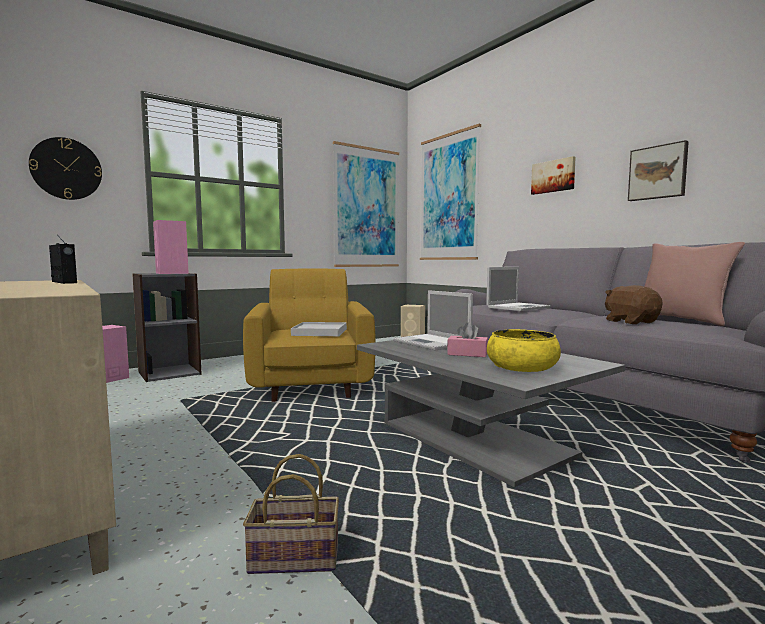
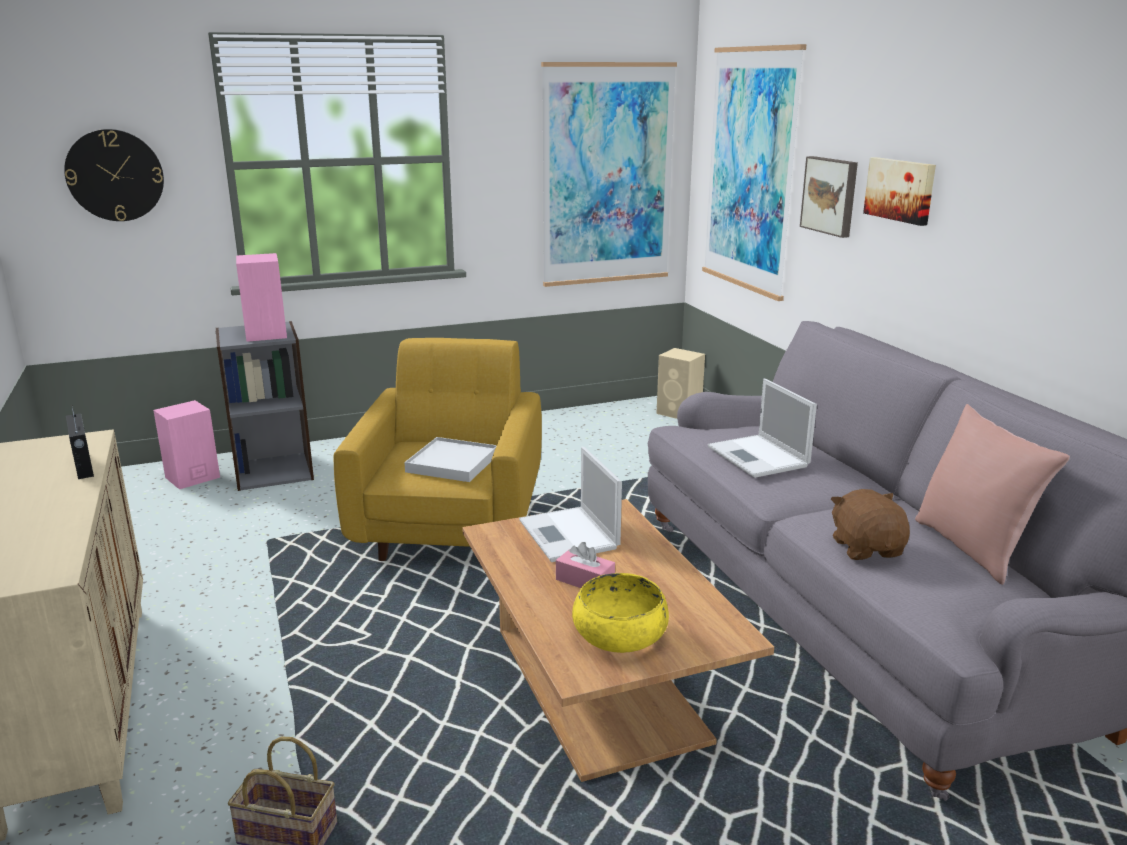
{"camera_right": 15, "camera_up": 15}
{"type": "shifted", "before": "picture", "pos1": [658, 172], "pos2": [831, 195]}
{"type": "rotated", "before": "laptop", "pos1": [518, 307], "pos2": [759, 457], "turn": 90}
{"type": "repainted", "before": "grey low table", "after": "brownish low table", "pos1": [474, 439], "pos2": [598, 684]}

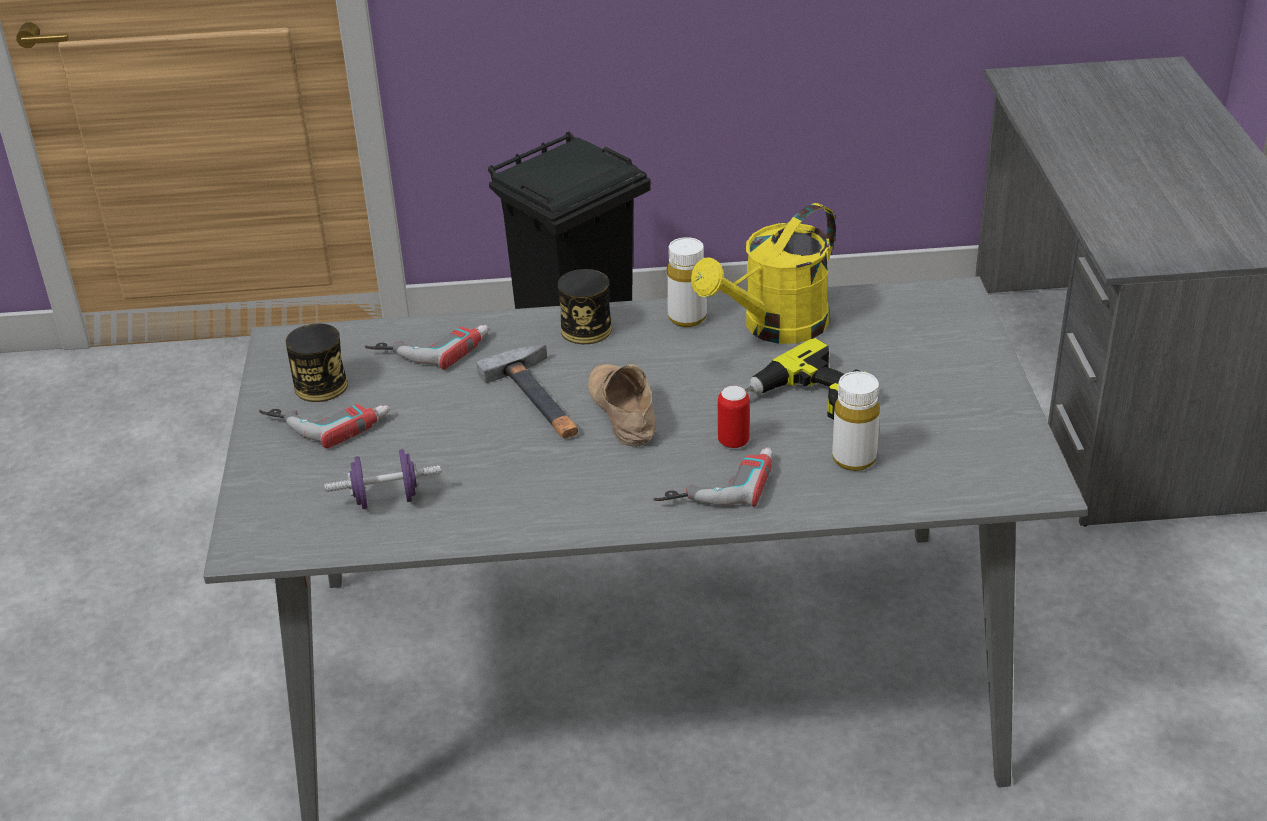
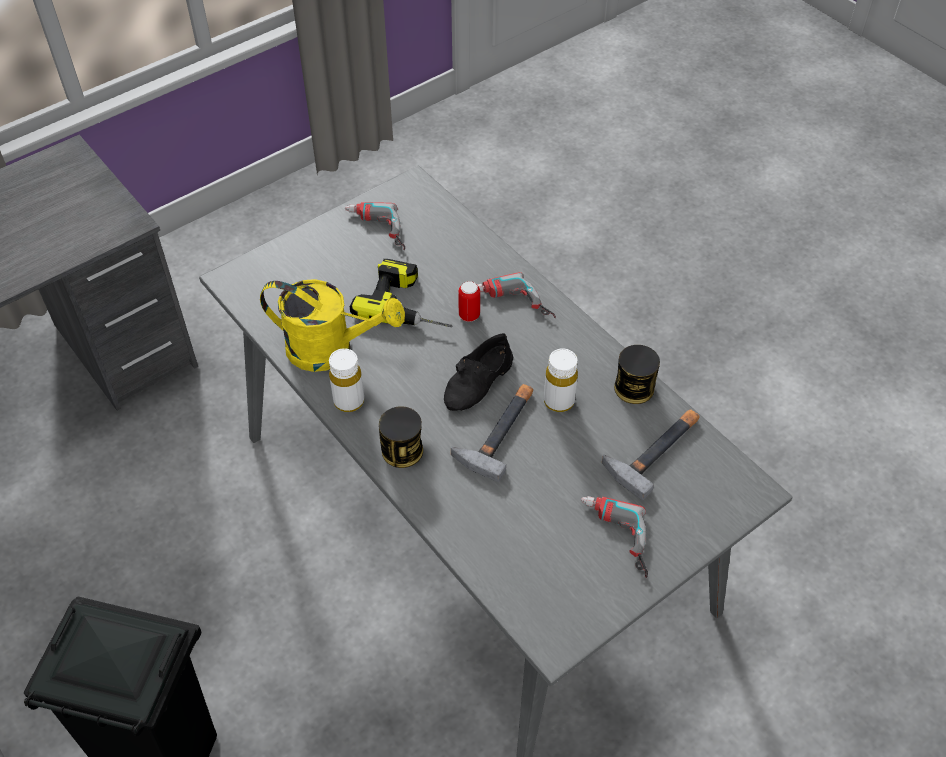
{"camera_right": -125, "camera_up": 15}
{"type": "shifted", "before": "can", "pos1": [321, 386], "pos2": [634, 388]}
{"type": "shifted", "before": "drill", "pos1": [430, 345], "pos2": [375, 231]}
{"type": "repainted", "before": "beige item of footwear", "after": "blackish item of footwear", "pos1": [620, 411], "pos2": [479, 382]}
{"type": "shifted", "before": "white bottle", "pos1": [854, 459], "pos2": [559, 401]}
{"type": "swapped", "before": "purplish free weight", "after": "hand hammer", "pos1": [386, 499], "pos2": [655, 449]}

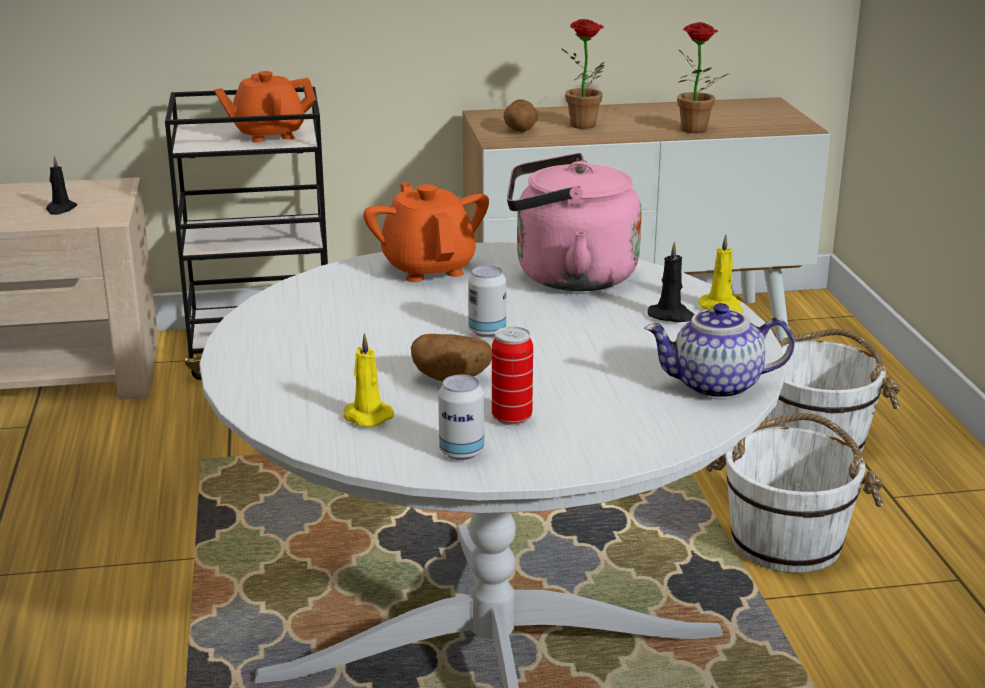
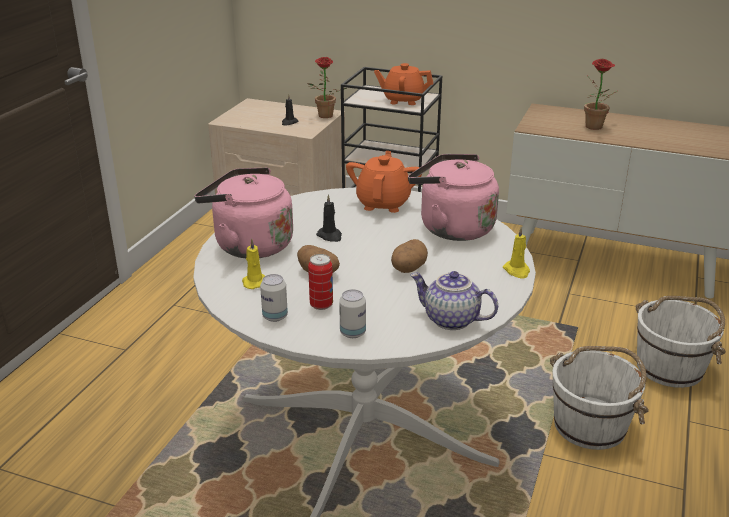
{"camera_right": 30, "camera_up": 5}
{"type": "shifted", "before": "plant in a pot", "pos1": [696, 131], "pos2": [324, 117]}
{"type": "shifted", "before": "spud", "pos1": [520, 130], "pos2": [408, 269]}
{"type": "shifted", "before": "blackish wax candle", "pos1": [672, 316], "pos2": [330, 236]}
{"type": "shifted", "before": "can", "pos1": [487, 331], "pos2": [352, 333]}
{"type": "new", "after": "pinkish kettle", "pos2": [249, 245]}

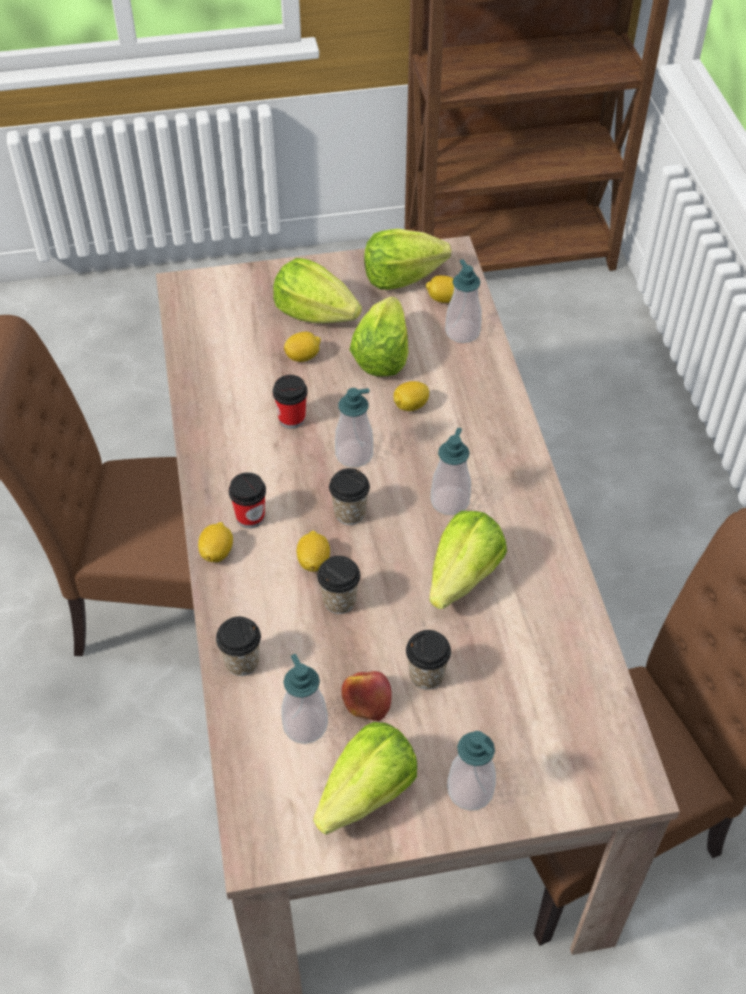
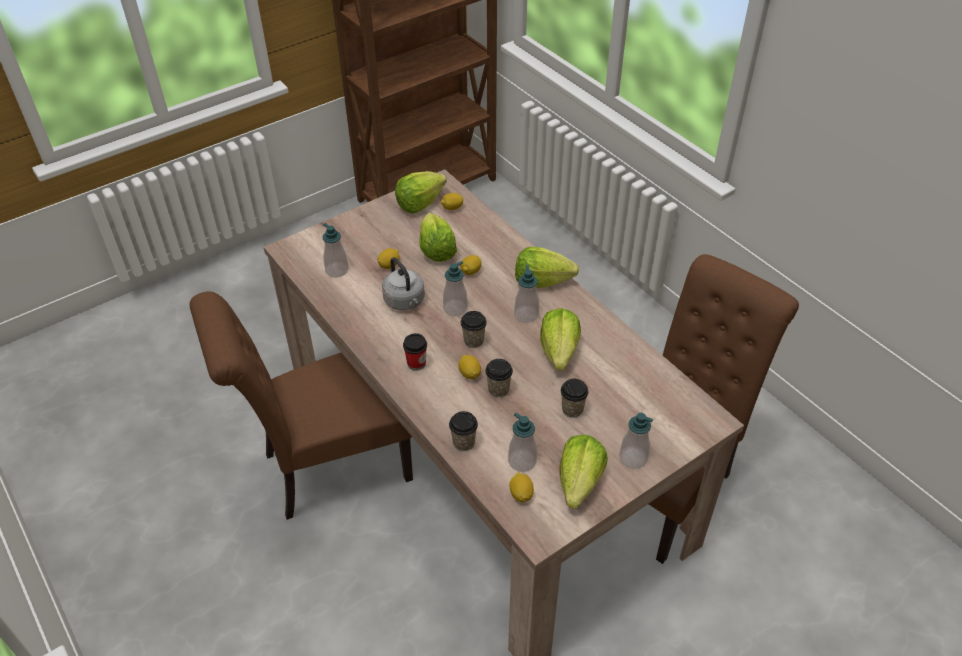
{"camera_right": -25, "camera_up": -5}
{"type": "shifted", "before": "lettuce head", "pos1": [315, 314], "pos2": [542, 281]}
{"type": "shifted", "before": "soap bottle", "pos1": [462, 332], "pos2": [337, 270]}
{"type": "swapped", "before": "drinking cup", "after": "grey kettle", "pos1": [292, 419], "pos2": [405, 301]}
{"type": "shifted", "before": "citrus fruit", "pos1": [217, 552], "pos2": [521, 494]}
{"type": "gone", "before": "whole apple", "pos1": [366, 700]}

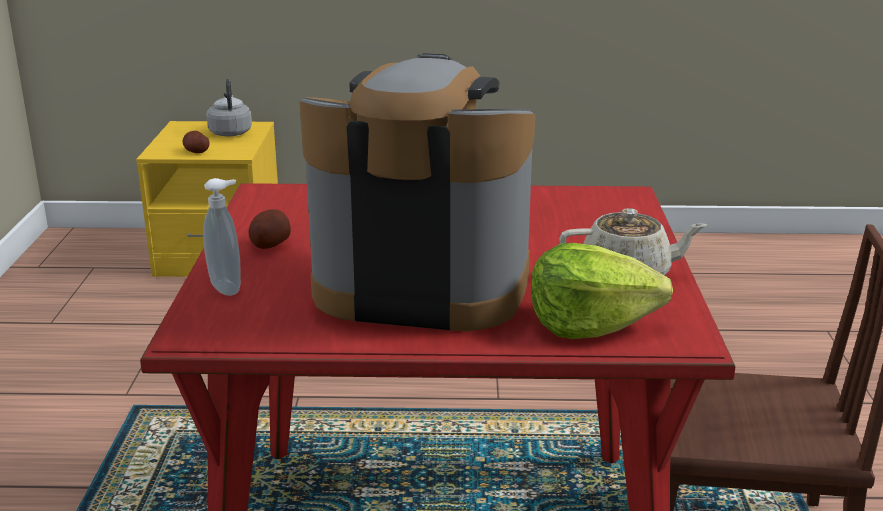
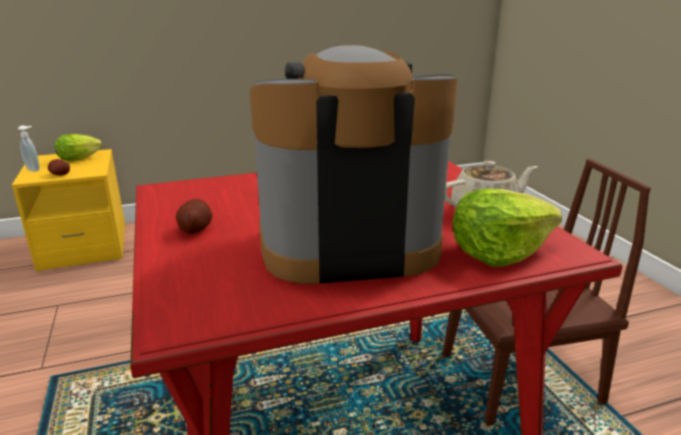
{"camera_right": -20, "camera_up": 0}
{"type": "swapped", "before": "grey kettle", "after": "lettuce head", "pos1": [230, 132], "pos2": [81, 159]}
{"type": "shifted", "before": "soap bottle", "pos1": [228, 287], "pos2": [34, 169]}

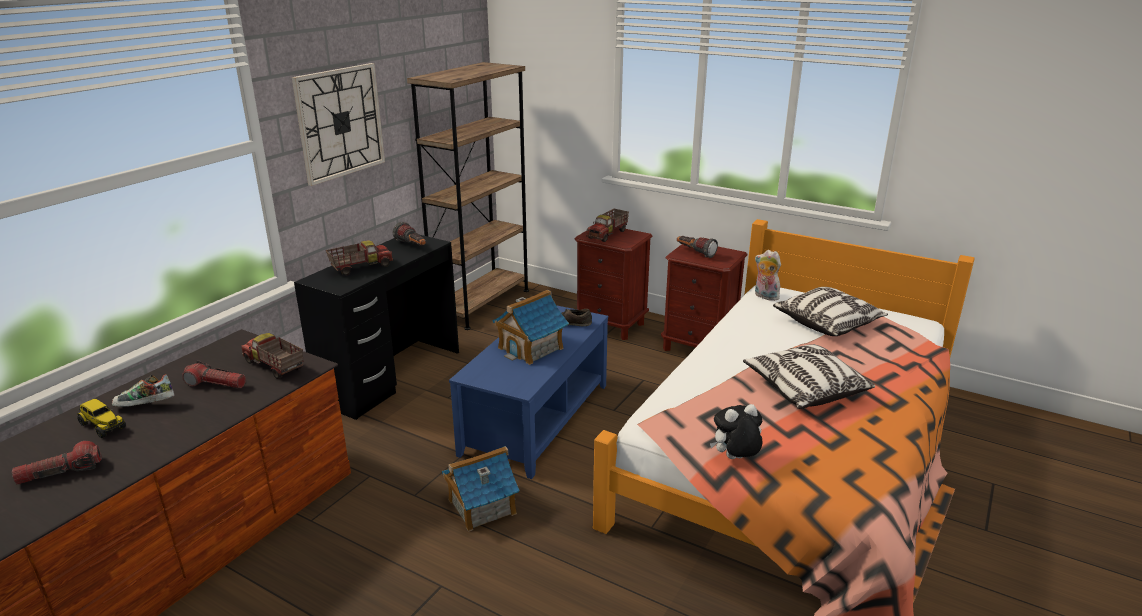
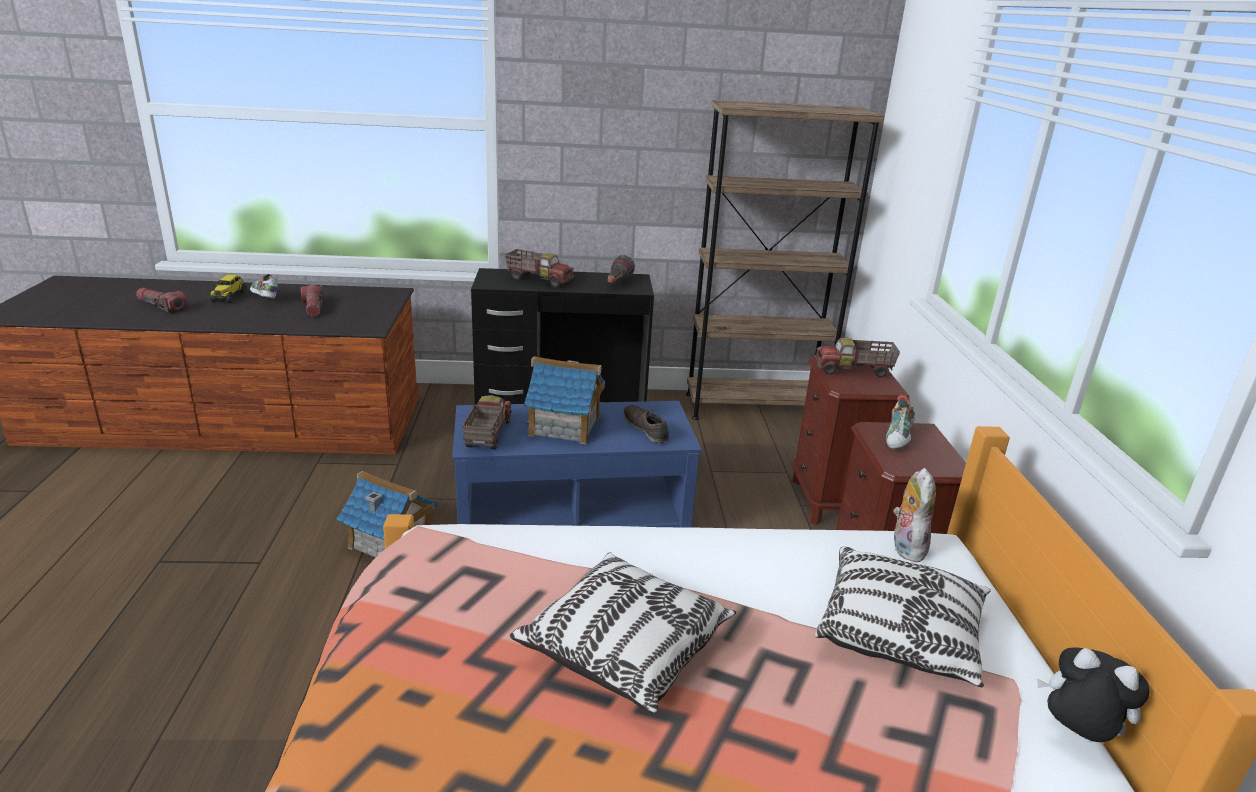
{"camera_right": 55, "camera_up": 0}
{"type": "gone", "before": "hanging clock", "pos1": [340, 122]}
{"type": "swapped", "before": "flashlight", "after": "item of footwear", "pos1": [694, 253], "pos2": [899, 439]}
{"type": "shifted", "before": "toy truck", "pos1": [274, 366], "pos2": [487, 435]}
{"type": "shifted", "before": "soft toy", "pos1": [735, 459], "pos2": [1076, 734]}

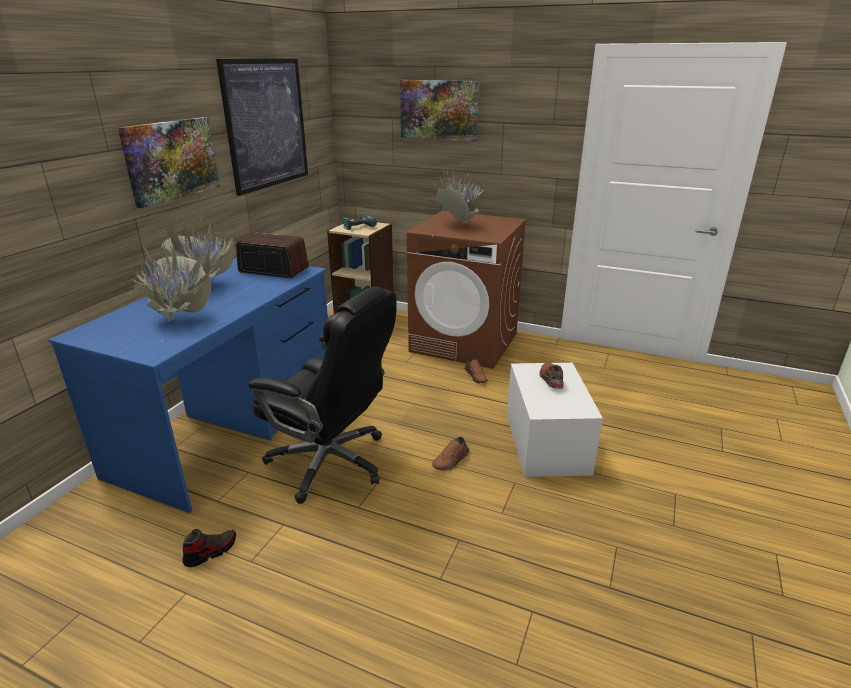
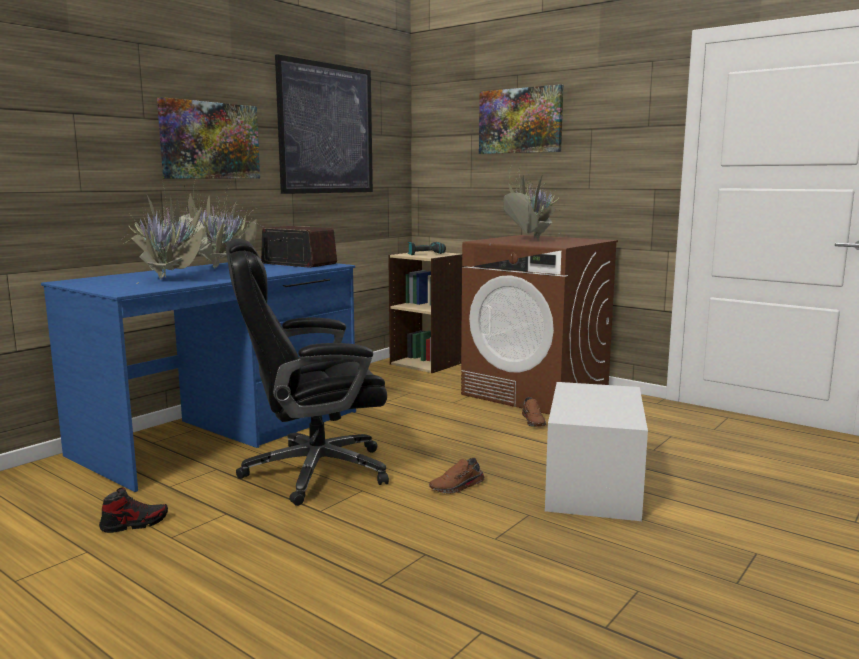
{"camera_right": 15, "camera_up": -15}
{"type": "rotated", "before": "blackish computer chair", "pos1": [331, 462], "pos2": [312, 472], "turn": 120}
{"type": "gone", "before": "brownish item of footwear", "pos1": [550, 379]}

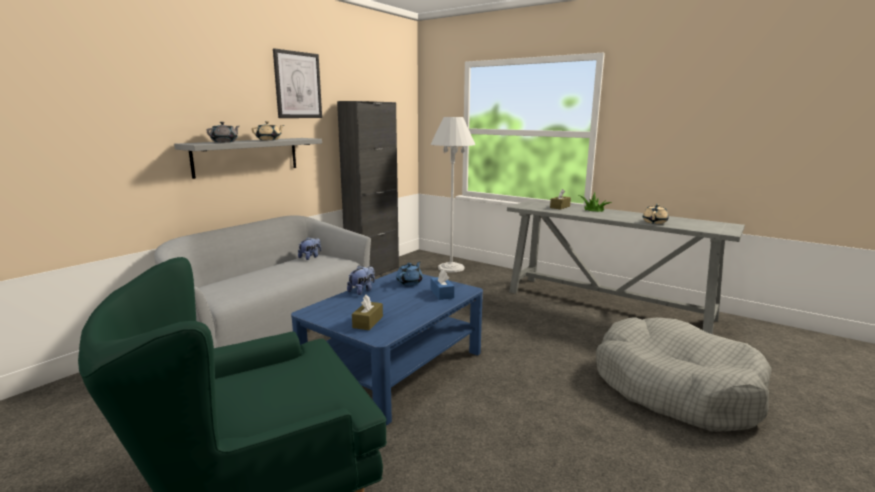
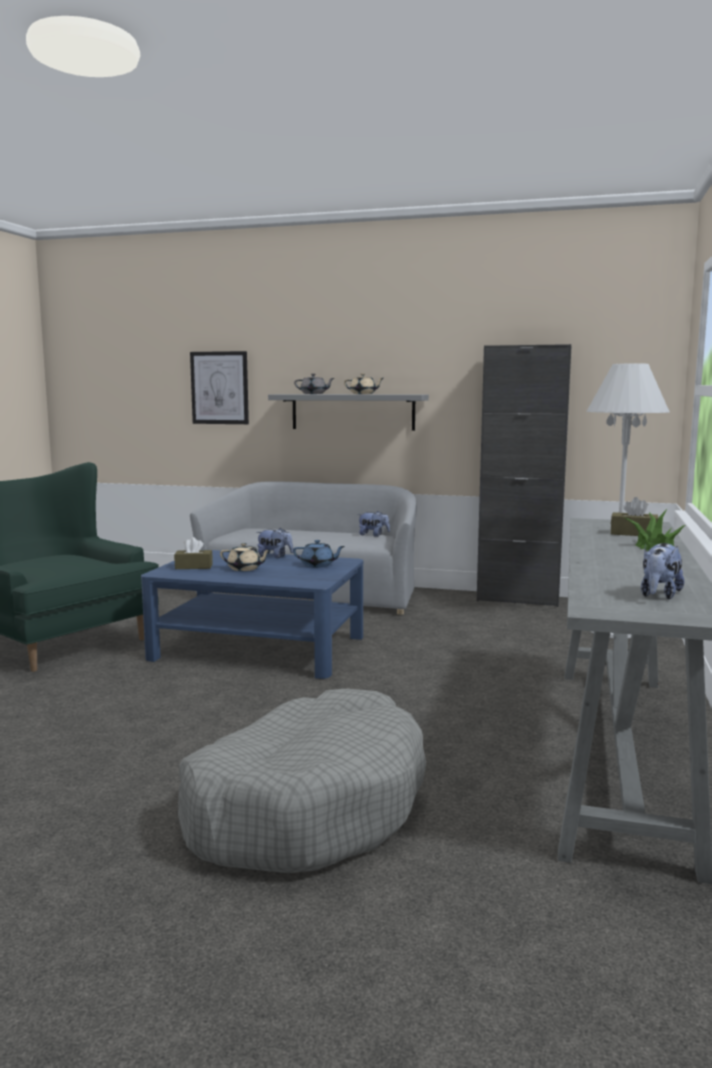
{"camera_right": 70, "camera_up": -5}
{"type": "shifted", "before": "picture", "pos1": [298, 85], "pos2": [219, 388]}
{"type": "shifted", "before": "beige teapot", "pos1": [654, 222], "pos2": [245, 569]}
{"type": "gone", "before": "blue box of tissues", "pos1": [442, 293]}
{"type": "new", "after": "soft toy", "pos2": [659, 595]}

